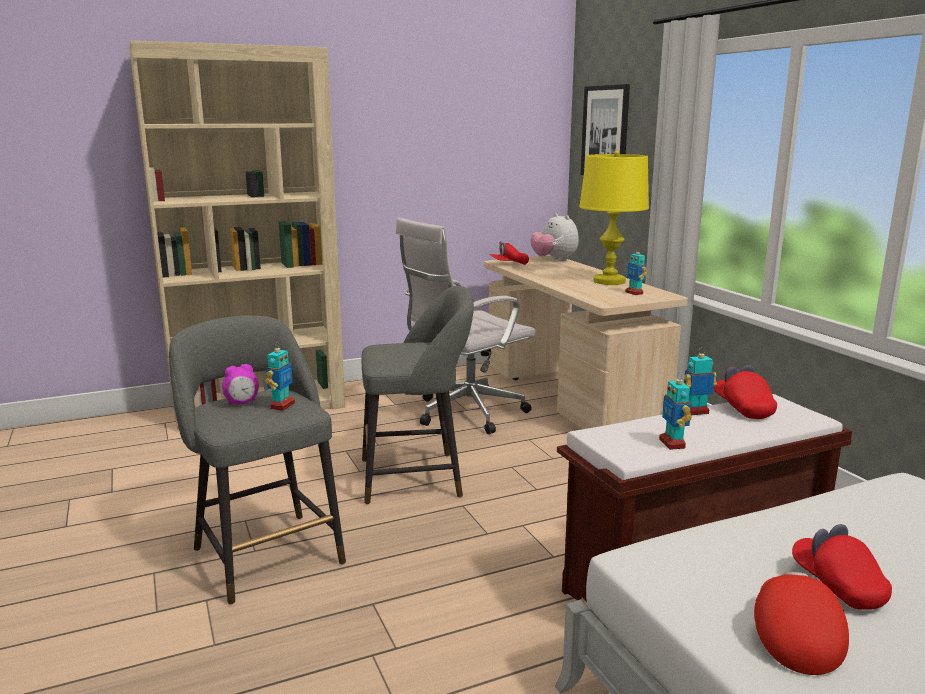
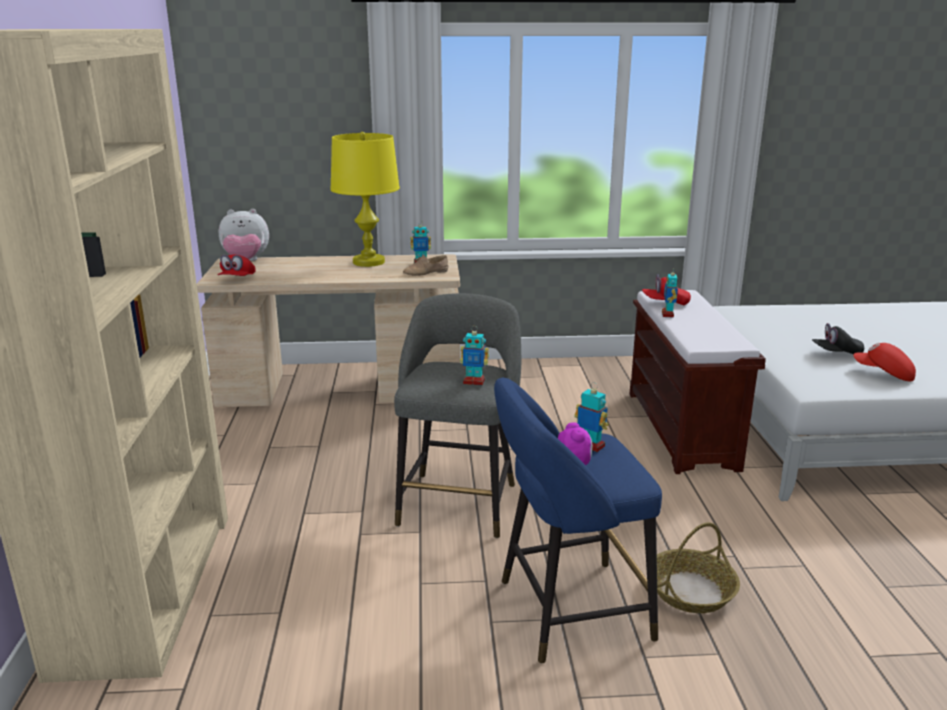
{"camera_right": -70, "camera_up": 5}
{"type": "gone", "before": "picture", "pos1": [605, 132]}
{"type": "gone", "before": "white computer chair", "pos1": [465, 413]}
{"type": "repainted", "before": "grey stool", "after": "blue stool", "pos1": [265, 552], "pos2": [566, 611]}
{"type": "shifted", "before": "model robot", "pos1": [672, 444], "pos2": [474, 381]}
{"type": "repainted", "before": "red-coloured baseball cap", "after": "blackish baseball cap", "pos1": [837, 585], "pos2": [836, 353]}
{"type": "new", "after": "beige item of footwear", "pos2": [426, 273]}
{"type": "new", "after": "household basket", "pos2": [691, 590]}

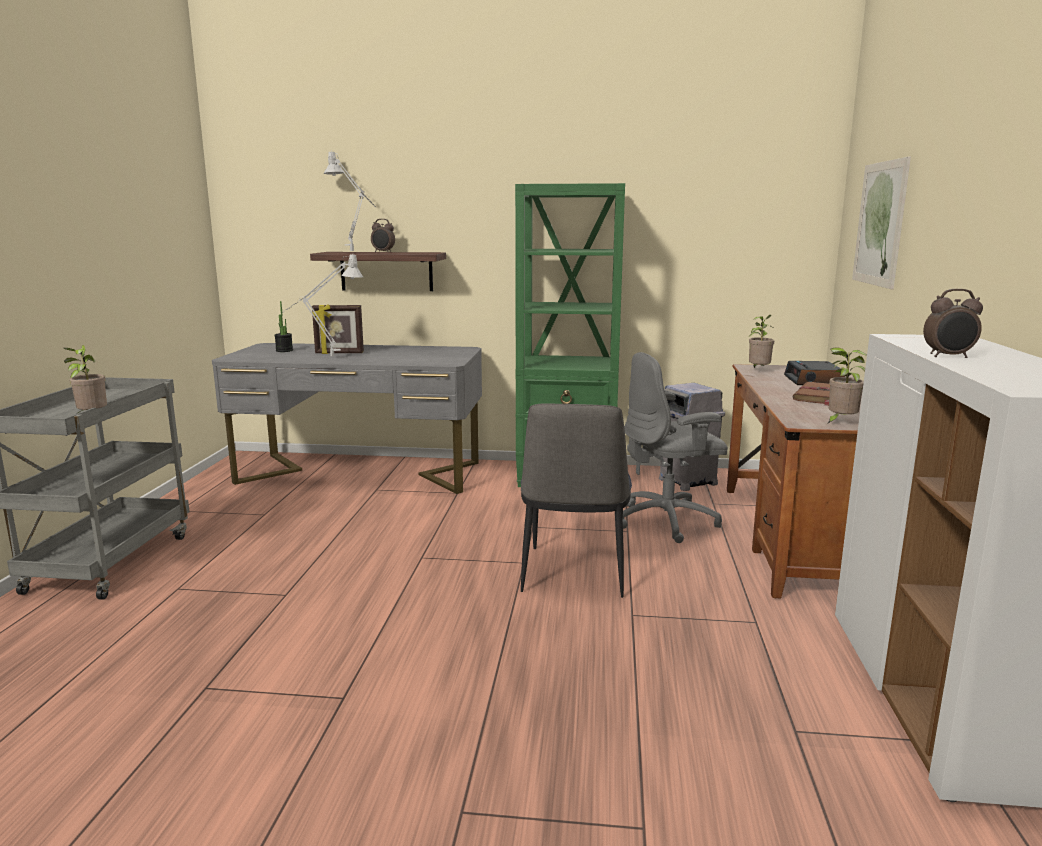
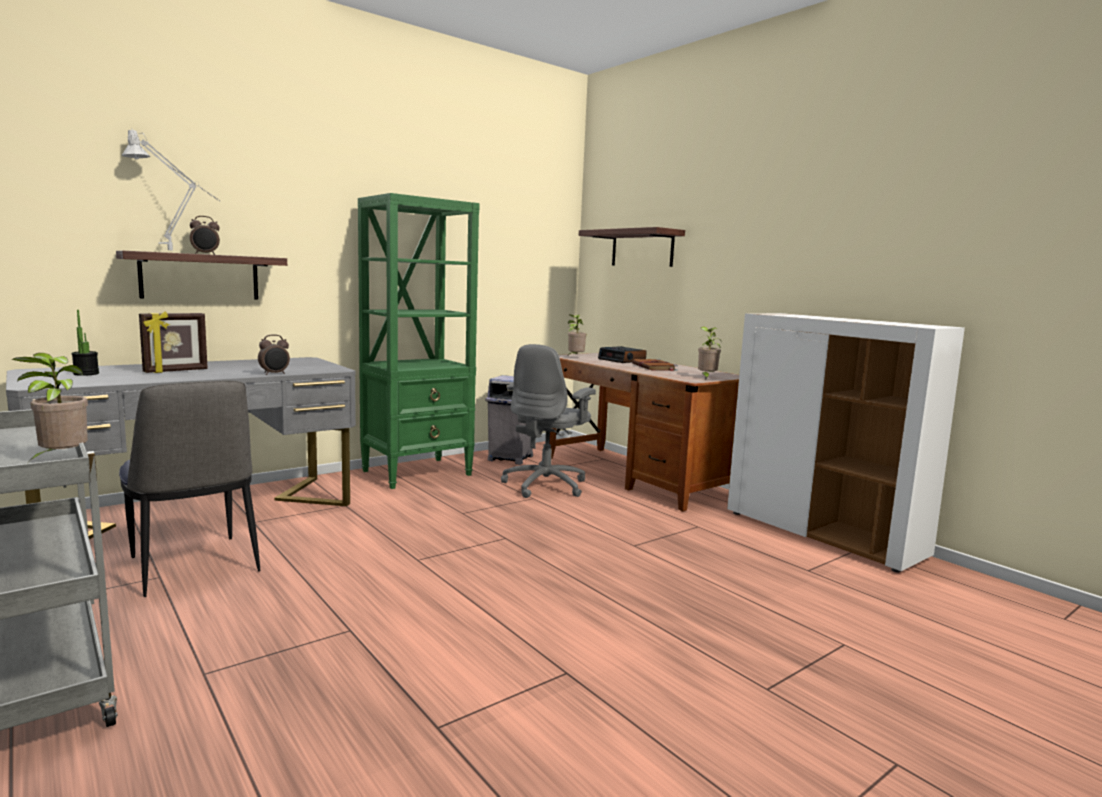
{"camera_right": -45, "camera_up": -5}
{"type": "swapped", "before": "picture", "after": "wall shelf", "pos1": [880, 223], "pos2": [642, 248]}
{"type": "gone", "before": "grey lamp for a table", "pos1": [326, 357]}
{"type": "shifted", "before": "bedside clock", "pos1": [948, 357], "pos2": [274, 374]}
{"type": "shifted", "before": "plain chair", "pos1": [573, 573], "pos2": [194, 566]}

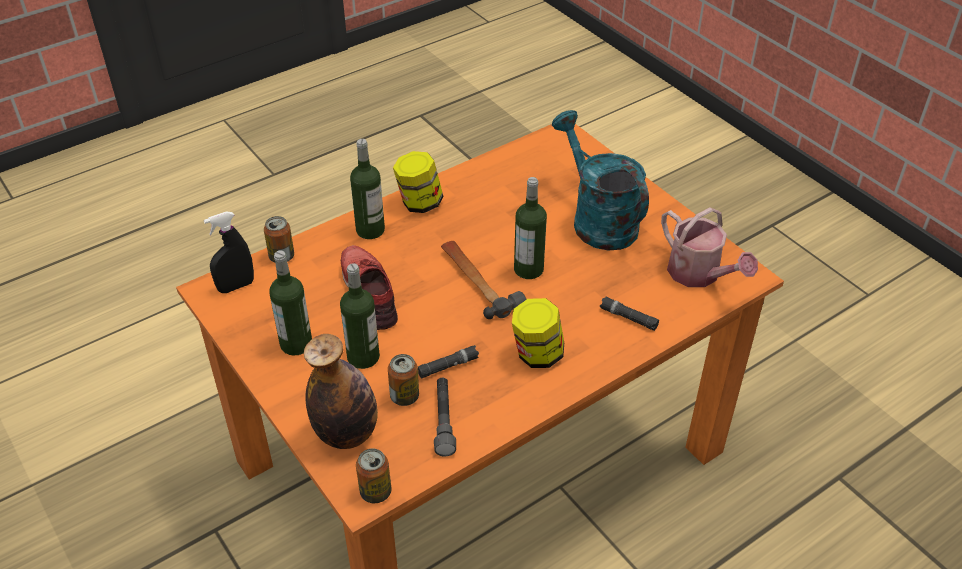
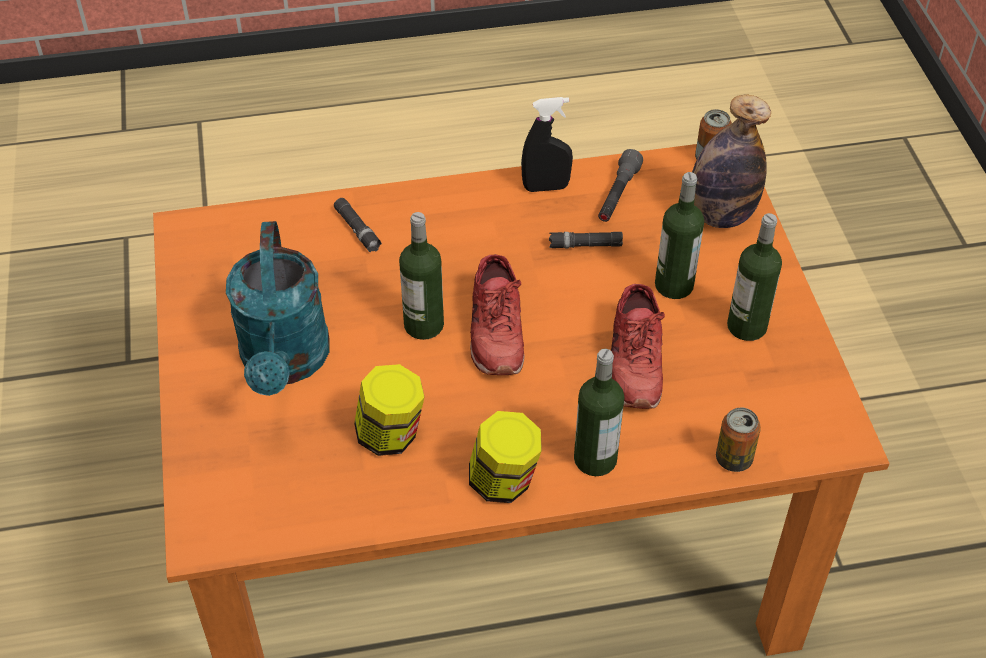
{"camera_right": -155, "camera_up": 5}
{"type": "gone", "before": "watering can", "pos1": [699, 274]}
{"type": "shifted", "before": "blackish spray bottle", "pos1": [236, 286], "pos2": [546, 187]}
{"type": "swapped", "before": "hand hammer", "after": "red-coloured item of footwear", "pos1": [478, 282], "pos2": [495, 330]}
{"type": "shifted", "before": "storage jar", "pos1": [537, 354], "pos2": [391, 435]}
{"type": "gone", "before": "can", "pos1": [404, 396]}

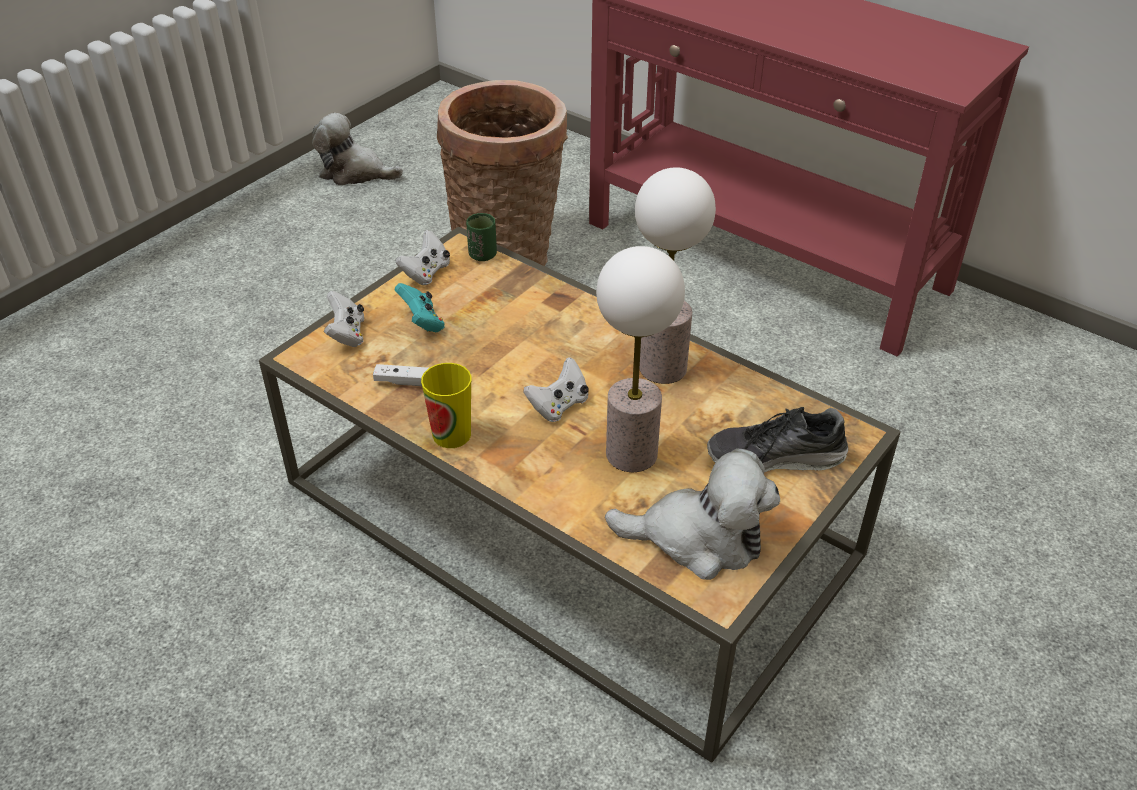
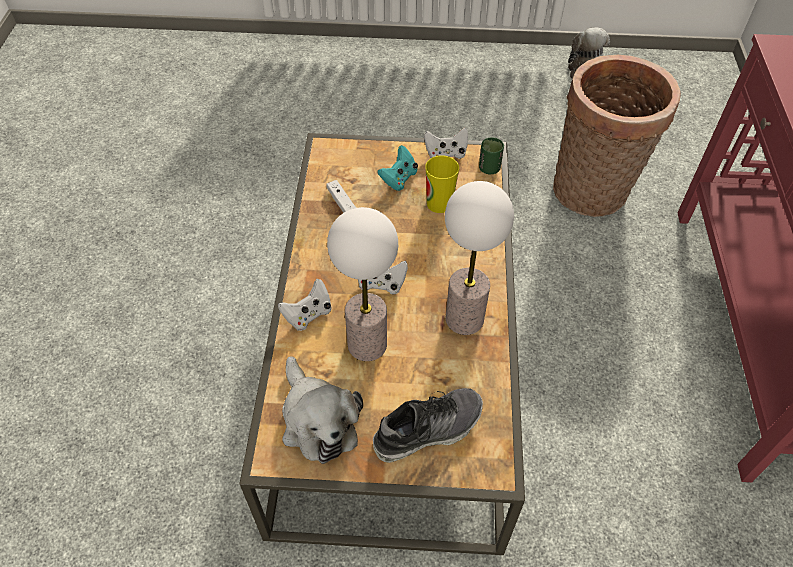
{"camera_right": 55, "camera_up": 10}
{"type": "shifted", "before": "white joypad", "pos1": [347, 334], "pos2": [308, 315]}
{"type": "shifted", "before": "drinking cup", "pos1": [451, 434], "pos2": [439, 203]}
{"type": "rotated", "before": "item of footwear", "pos1": [775, 458], "pos2": [428, 429], "turn": 105}

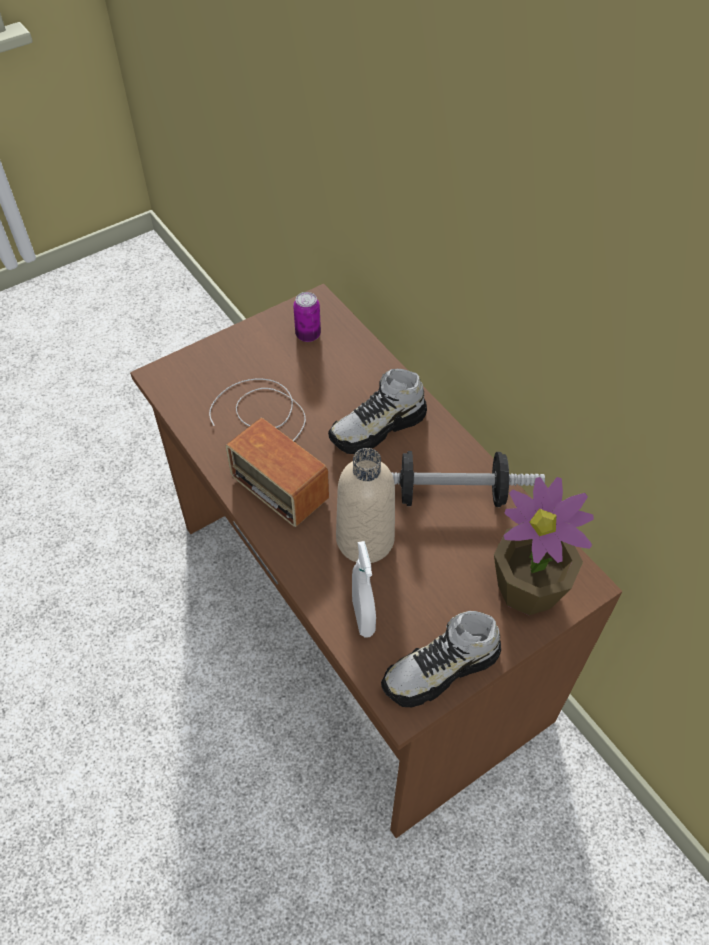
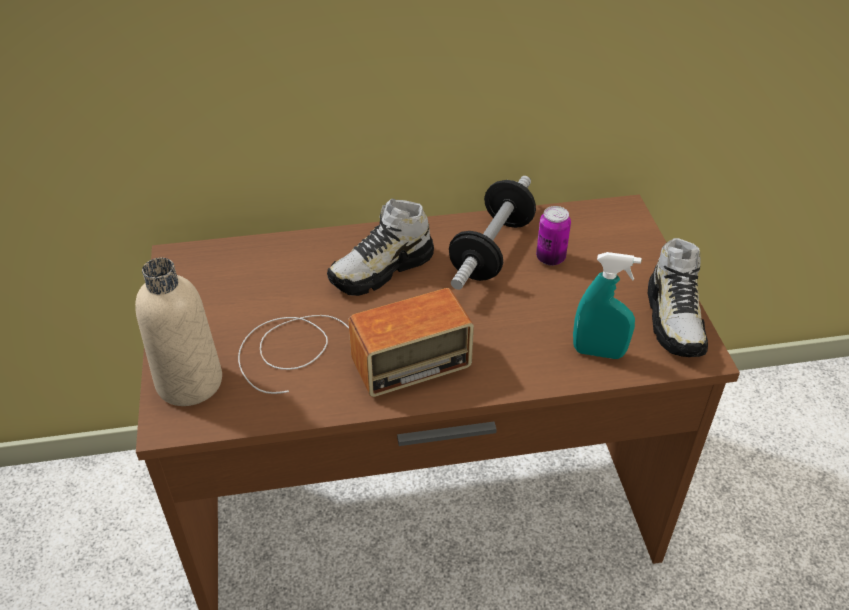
{"camera_right": -65, "camera_up": -10}
{"type": "shifted", "before": "can", "pos1": [308, 335], "pos2": [550, 258]}
{"type": "rotated", "before": "item of footwear", "pos1": [378, 428], "pos2": [382, 270], "turn": 60}
{"type": "shifted", "before": "beige bottle", "pos1": [365, 539], "pos2": [189, 382]}
{"type": "gone", "before": "plant in a pot", "pos1": [528, 588]}
{"type": "repainted", "before": "white spray bottle", "after": "turquoise-coloured spray bottle", "pos1": [363, 617], "pos2": [598, 352]}

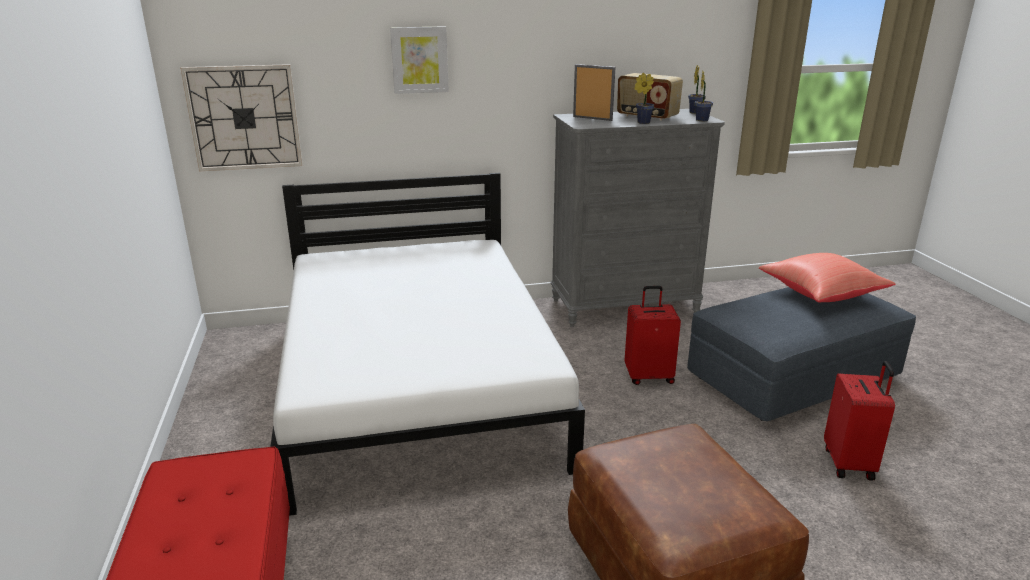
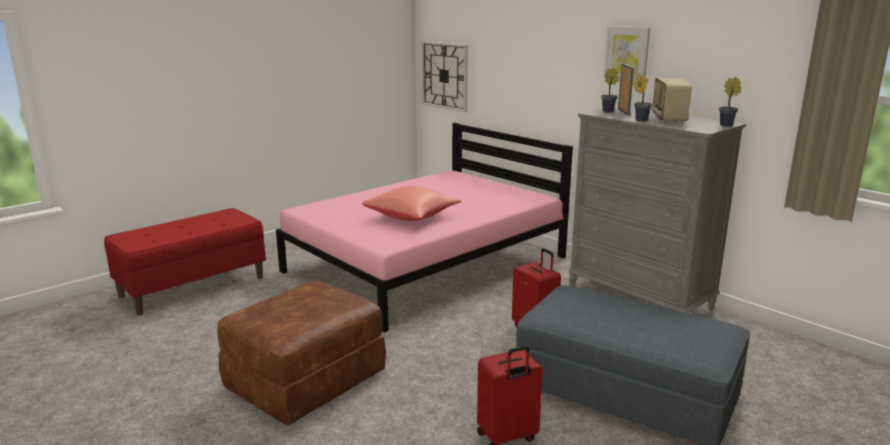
{"camera_right": 60, "camera_up": -5}
{"type": "shifted", "before": "picture", "pos1": [419, 60], "pos2": [627, 54]}
{"type": "shifted", "before": "plant in a pot", "pos1": [701, 120], "pos2": [609, 111]}
{"type": "repainted", "before": "white bed", "after": "pinkish bed", "pos1": [418, 385], "pos2": [426, 264]}
{"type": "shifted", "before": "red-coloured cushion", "pos1": [820, 293], "pos2": [412, 217]}

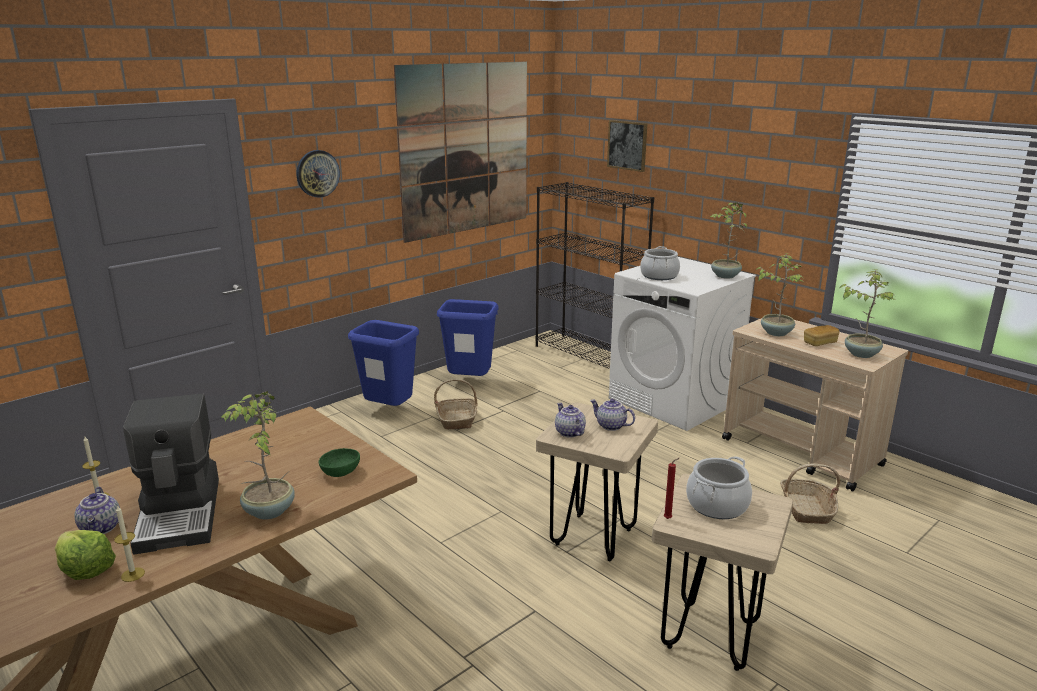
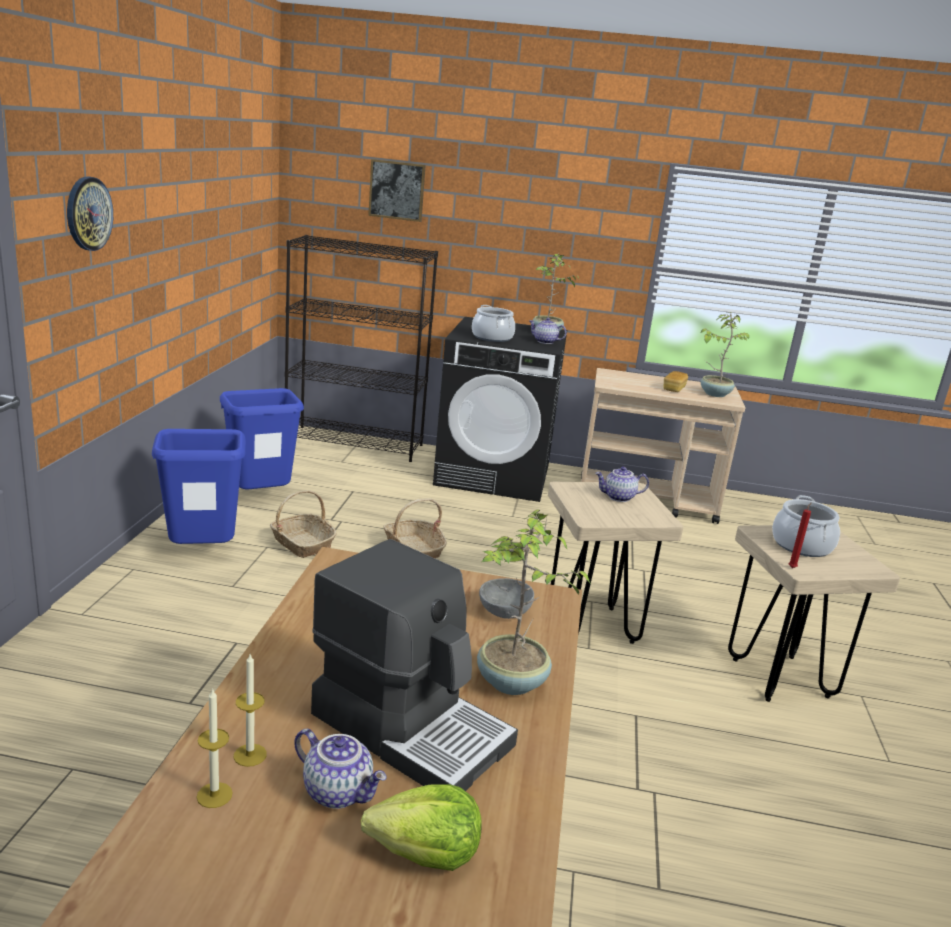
{"camera_right": -40, "camera_up": 0}
{"type": "gone", "before": "picture", "pos1": [465, 149]}
{"type": "gone", "before": "plant in a pot", "pos1": [776, 332]}
{"type": "repainted", "before": "white laundry machine", "after": "blackish laundry machine", "pos1": [674, 400], "pos2": [494, 475]}
{"type": "shifted", "before": "teapot", "pos1": [569, 432], "pos2": [544, 342]}
{"type": "repainted", "before": "greenish bowl", "after": "grey bowl", "pos1": [339, 472], "pos2": [503, 612]}
{"type": "shifted", "before": "household basket", "pos1": [806, 509], "pos2": [414, 548]}
{"type": "shifted", "before": "wax candle", "pos1": [133, 574], "pos2": [214, 795]}

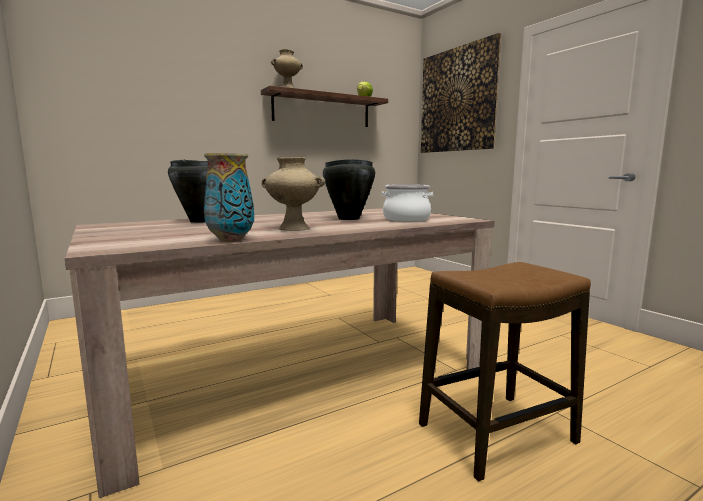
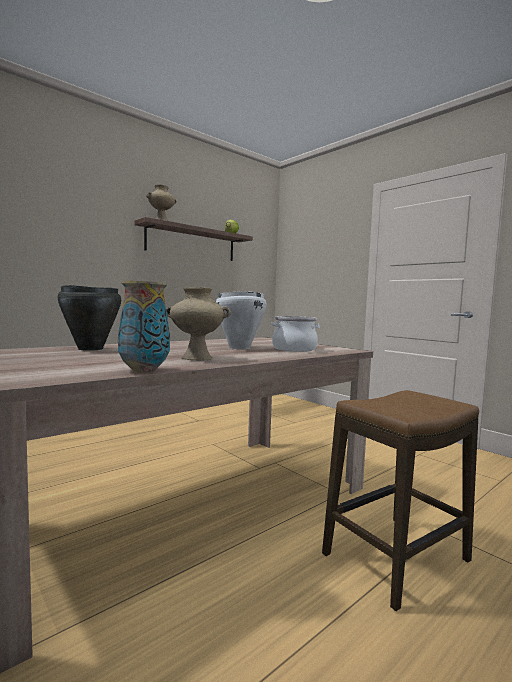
{"camera_right": -10, "camera_up": -5}
{"type": "gone", "before": "picture", "pos1": [457, 100]}
{"type": "repainted", "before": "blackish saucepot", "after": "white saucepot", "pos1": [348, 219], "pos2": [239, 348]}

